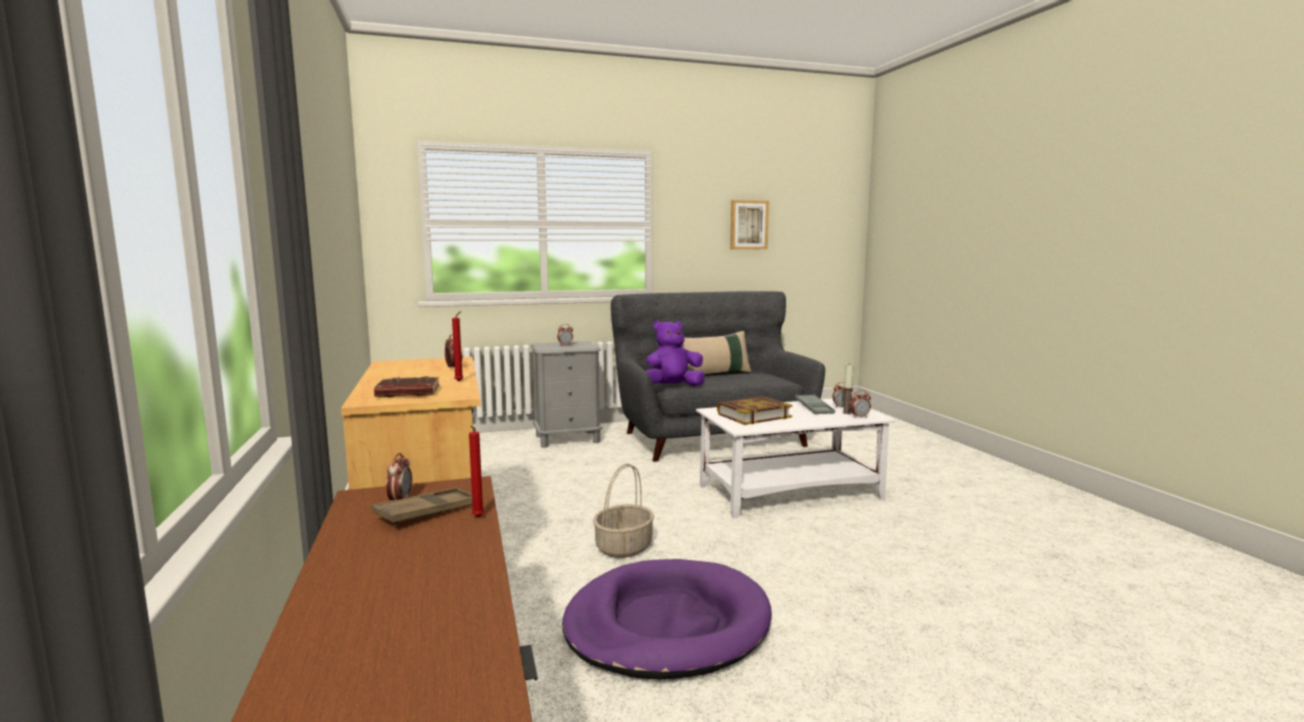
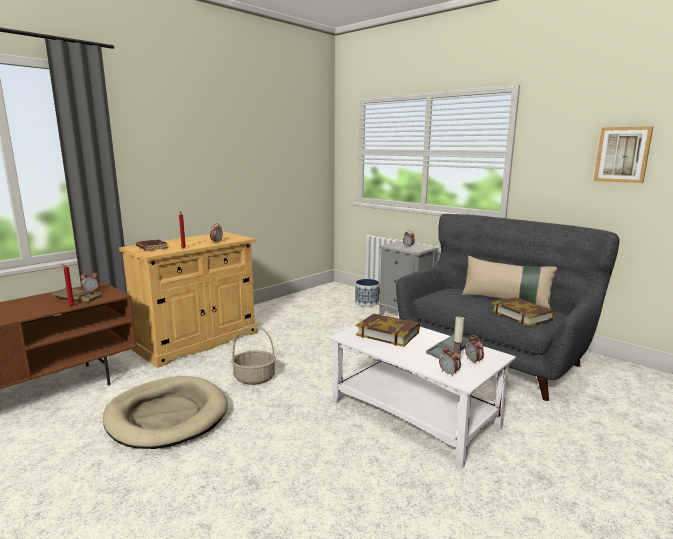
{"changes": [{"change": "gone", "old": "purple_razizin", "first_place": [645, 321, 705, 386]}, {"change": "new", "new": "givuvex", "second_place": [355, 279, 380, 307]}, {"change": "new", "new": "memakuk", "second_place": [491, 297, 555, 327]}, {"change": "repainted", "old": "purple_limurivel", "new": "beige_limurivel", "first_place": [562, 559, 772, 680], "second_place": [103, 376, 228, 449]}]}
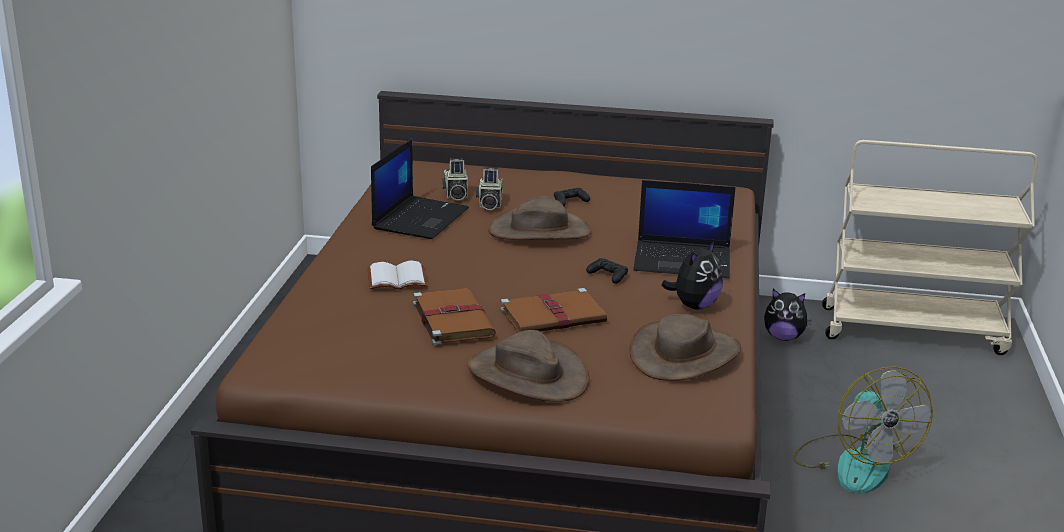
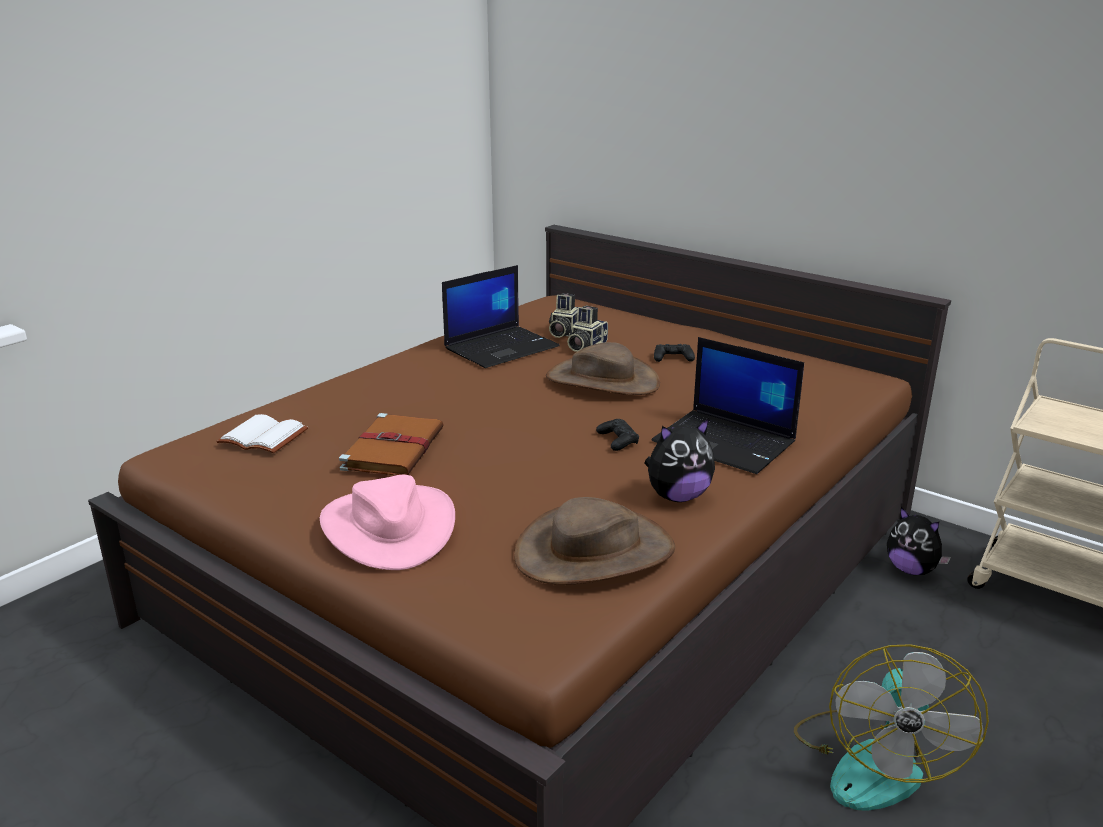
{"changes": [{"change": "gone", "old": "brown_memakuk", "first_place": [500, 288, 607, 332]}, {"change": "shifted", "old": "white_memakuk", "first_place": [367, 261, 428, 290], "second_place": [216, 414, 308, 453]}, {"change": "repainted", "old": "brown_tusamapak", "new": "pink_tusamapak", "first_place": [467, 330, 589, 402], "second_place": [320, 475, 455, 570]}]}
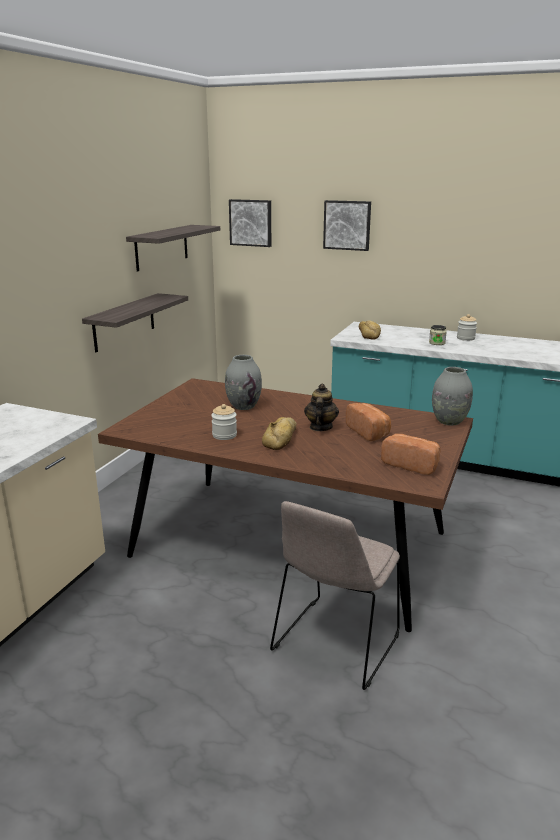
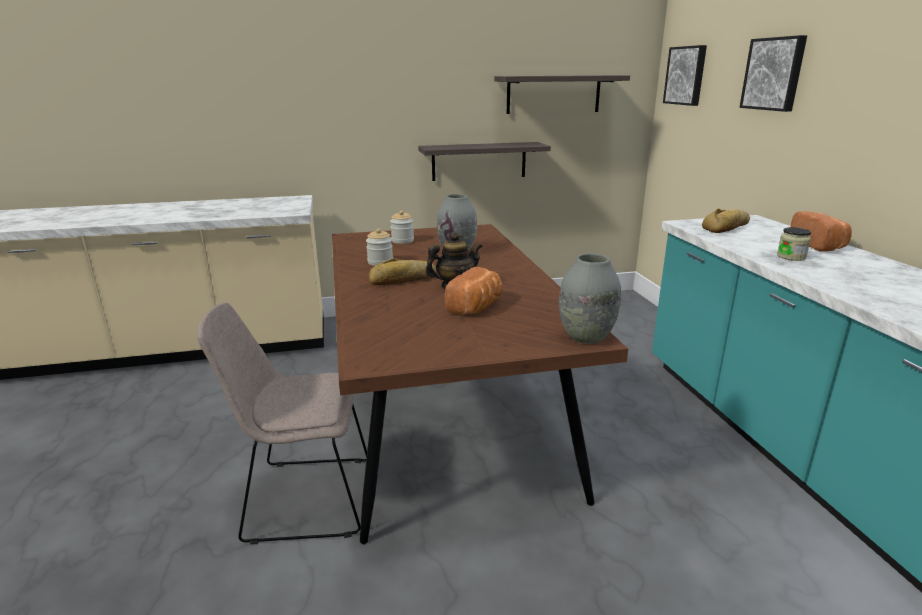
{"changes": [{"change": "shifted", "old": "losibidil", "first_place": [381, 434, 441, 475], "second_place": [791, 211, 852, 252]}, {"change": "shifted", "old": "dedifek", "first_place": [457, 314, 477, 341], "second_place": [390, 210, 414, 244]}]}
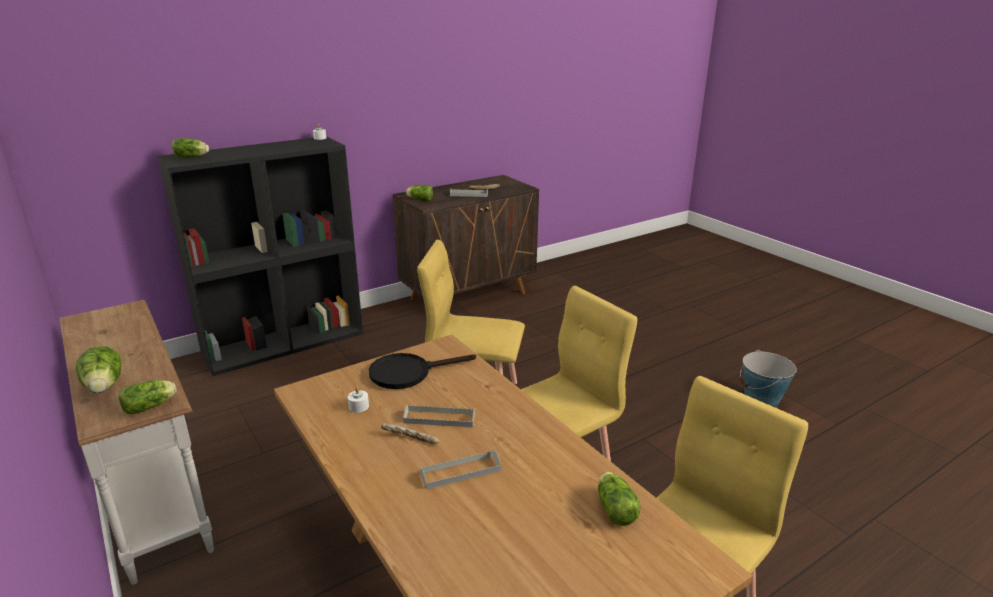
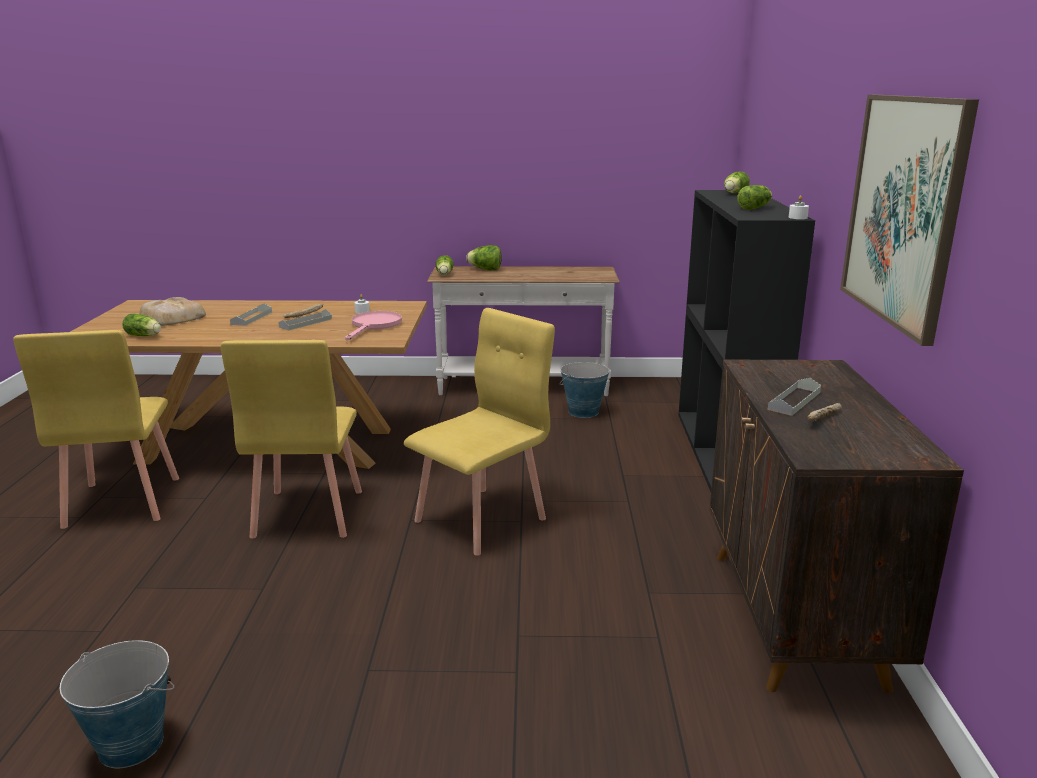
{"changes": [{"change": "new", "new": "losibidil", "second_place": [139, 297, 206, 326]}, {"change": "new", "new": "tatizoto", "second_place": [560, 362, 609, 418]}, {"change": "new", "new": "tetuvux", "second_place": [840, 95, 979, 346]}, {"change": "shifted", "old": "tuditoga", "first_place": [406, 185, 433, 201], "second_place": [737, 185, 772, 210]}, {"change": "repainted", "old": "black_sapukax", "new": "pink_sapukax", "first_place": [369, 353, 476, 389], "second_place": [345, 311, 402, 341]}]}
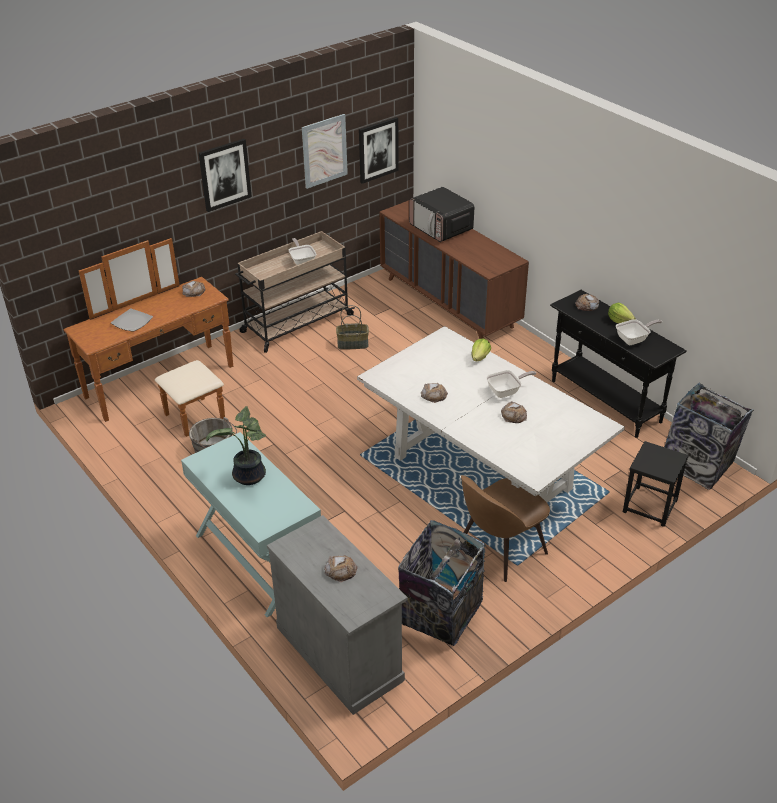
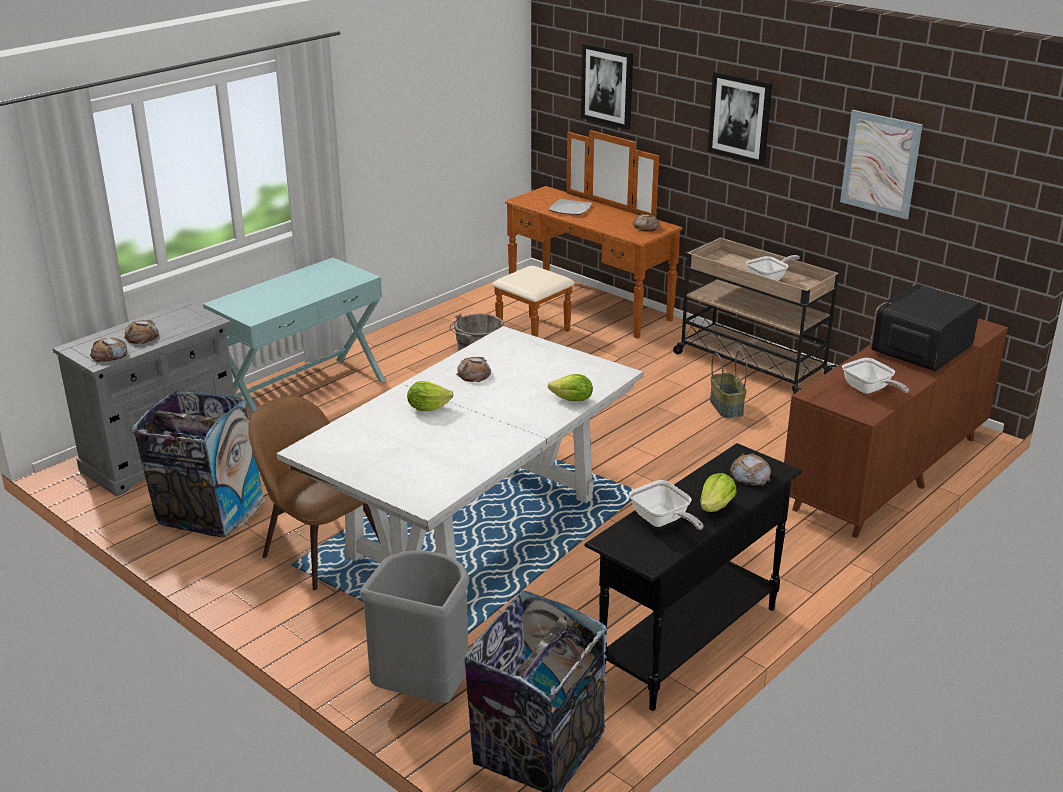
{"changes": [{"change": "gone", "old": "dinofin", "first_place": [206, 406, 266, 485]}, {"change": "new", "new": "tuditoga", "second_place": [407, 381, 454, 411]}, {"change": "shifted", "old": "tetuvux", "first_place": [359, 117, 399, 184], "second_place": [581, 43, 633, 130]}, {"change": "shifted", "old": "sapukax", "first_place": [486, 370, 536, 398], "second_place": [842, 358, 909, 394]}, {"change": "shifted", "old": "losibidil", "first_place": [501, 401, 527, 423], "second_place": [90, 337, 127, 362]}, {"change": "swapped", "old": "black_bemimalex", "new": "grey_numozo", "first_place": [623, 441, 689, 527], "second_place": [360, 550, 469, 704]}]}
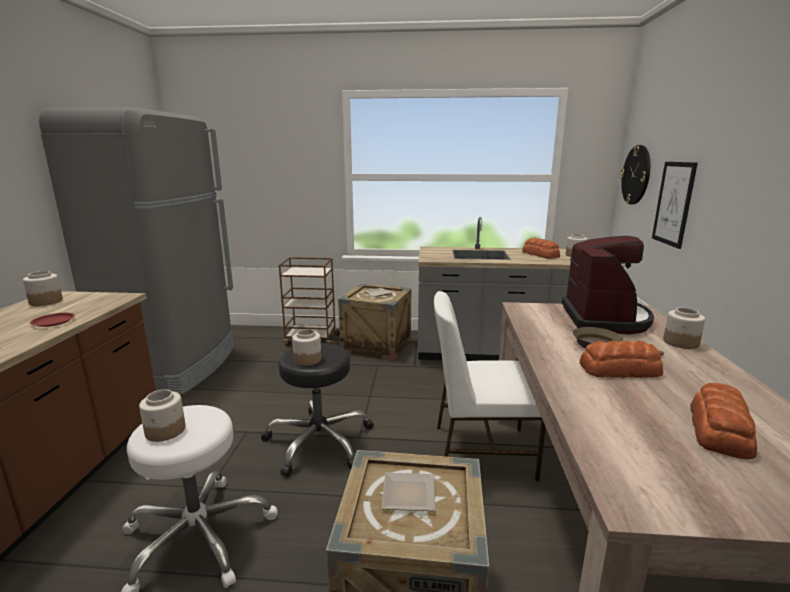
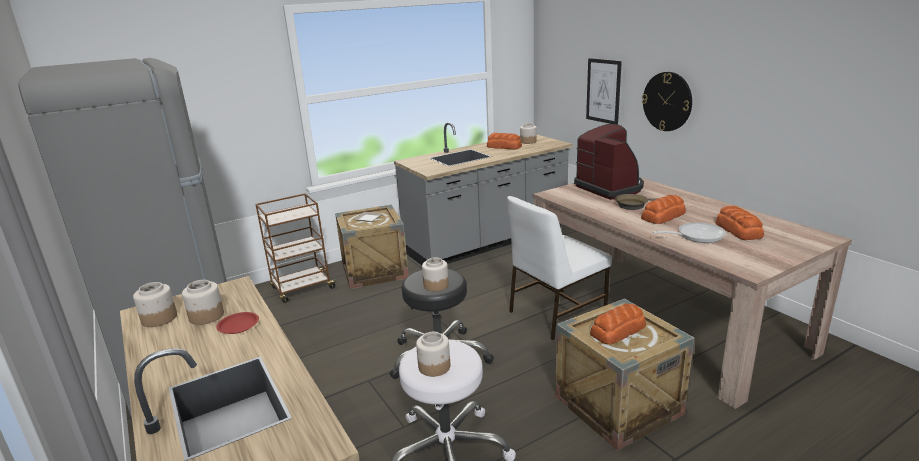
{"changes": [{"change": "new", "new": "sapukax", "second_place": [652, 222, 726, 243]}, {"change": "shifted", "old": "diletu", "first_place": [620, 145, 650, 205], "second_place": [642, 72, 692, 131]}, {"change": "shifted", "old": "dedifek", "first_place": [663, 307, 705, 349], "second_place": [182, 280, 224, 325]}, {"change": "swapped", "old": "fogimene", "new": "losibidil", "first_place": [382, 473, 436, 511], "second_place": [590, 303, 646, 344]}]}
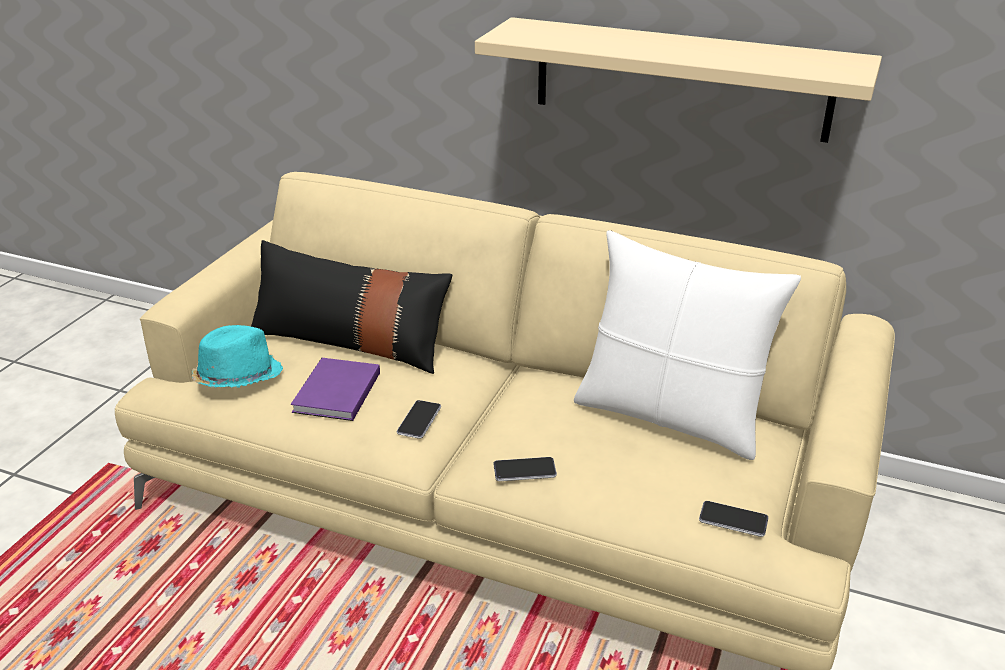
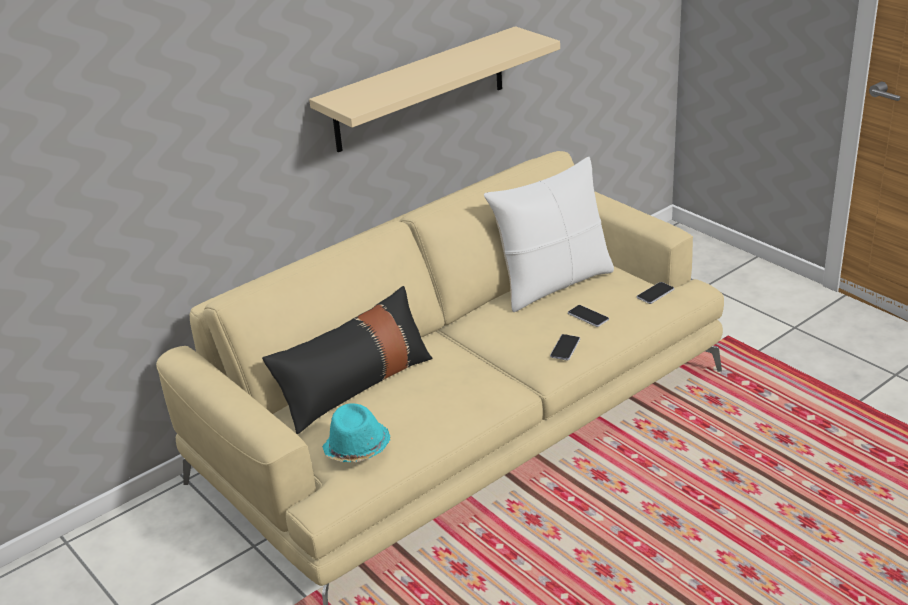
{"changes": [{"change": "gone", "old": "purple_memakuk", "first_place": [291, 358, 380, 421]}, {"change": "shifted", "old": "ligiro", "first_place": [397, 400, 441, 439], "second_place": [568, 305, 609, 327]}]}
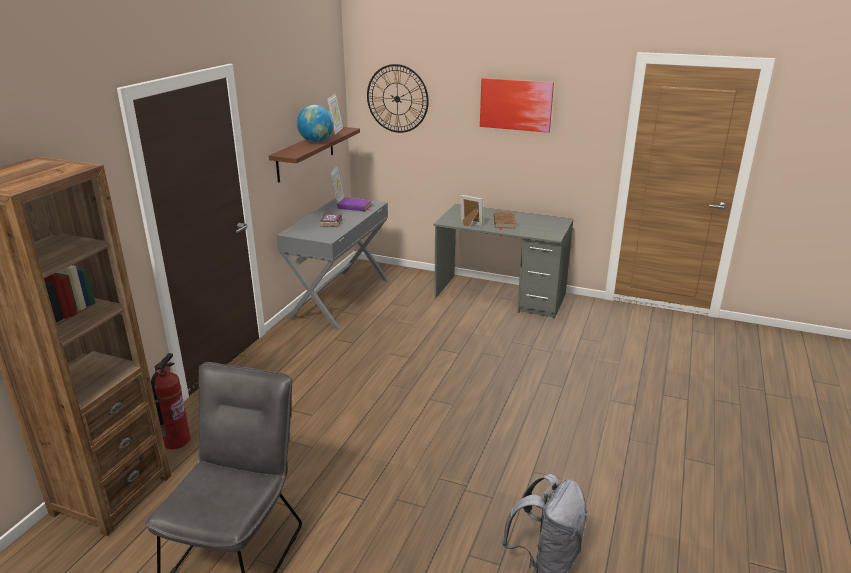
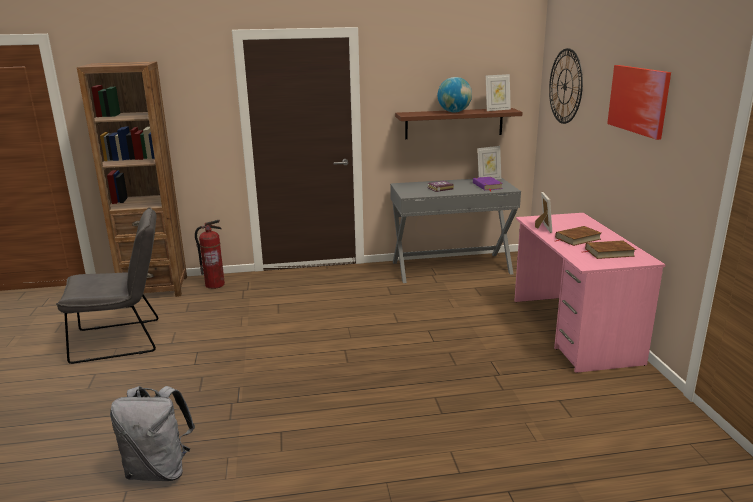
{"changes": [{"change": "new", "new": "brown_memakuk", "second_place": [585, 240, 636, 259]}, {"change": "repainted", "old": "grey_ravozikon", "new": "pink_ravozikon", "first_place": [433, 204, 574, 319], "second_place": [514, 213, 666, 373]}]}
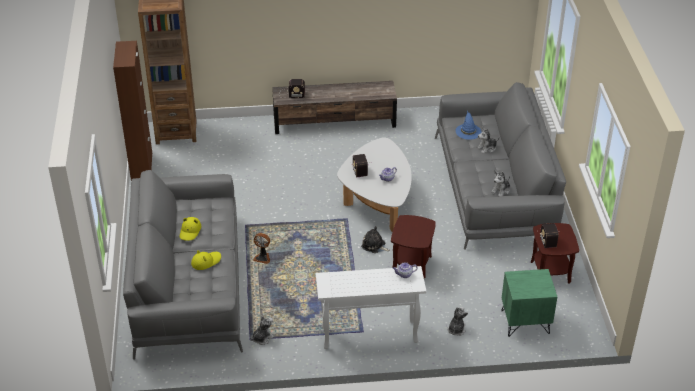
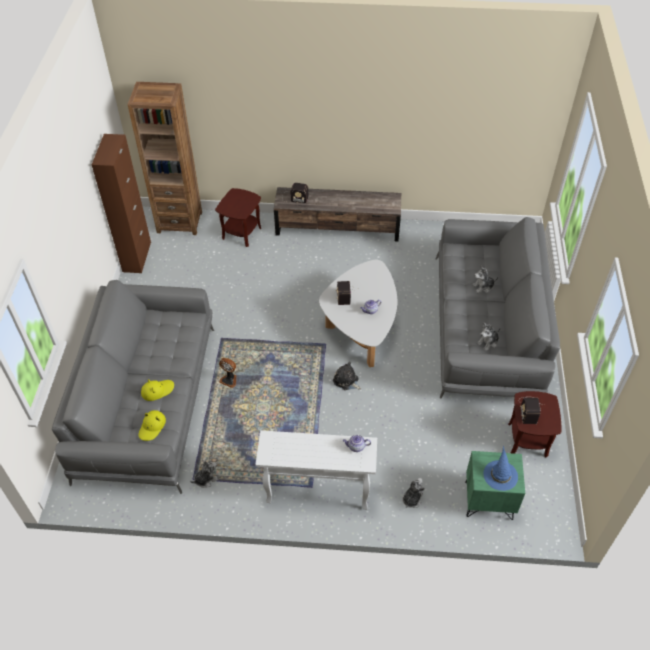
{"changes": [{"change": "shifted", "old": "yellow_tusamapak", "first_place": [180, 217, 201, 241], "second_place": [138, 410, 166, 441]}, {"change": "shifted", "old": "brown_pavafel", "first_place": [391, 215, 436, 278], "second_place": [215, 188, 261, 247]}, {"change": "shifted", "old": "blue_tusamapak", "first_place": [456, 110, 482, 139], "second_place": [484, 445, 518, 491]}]}
